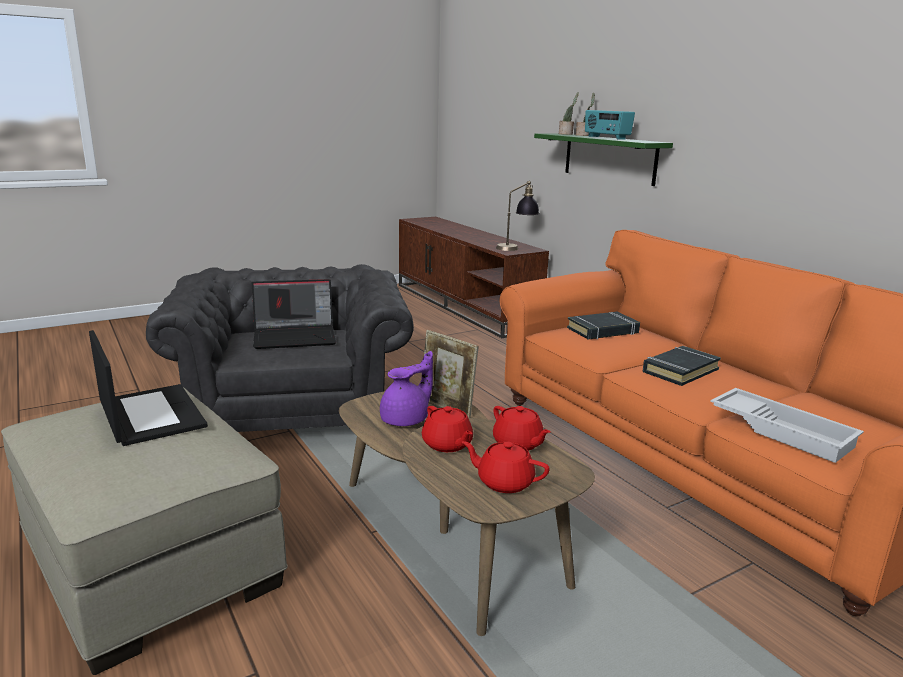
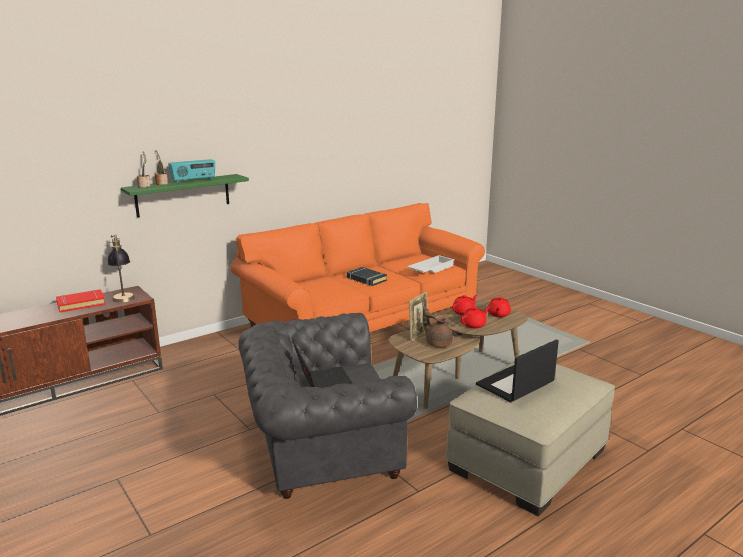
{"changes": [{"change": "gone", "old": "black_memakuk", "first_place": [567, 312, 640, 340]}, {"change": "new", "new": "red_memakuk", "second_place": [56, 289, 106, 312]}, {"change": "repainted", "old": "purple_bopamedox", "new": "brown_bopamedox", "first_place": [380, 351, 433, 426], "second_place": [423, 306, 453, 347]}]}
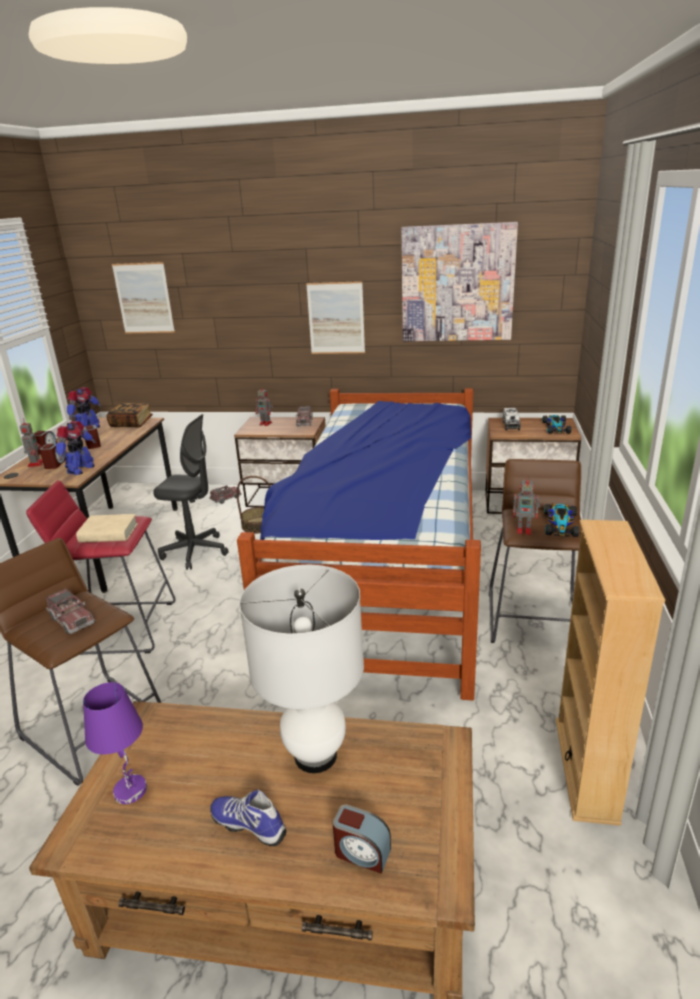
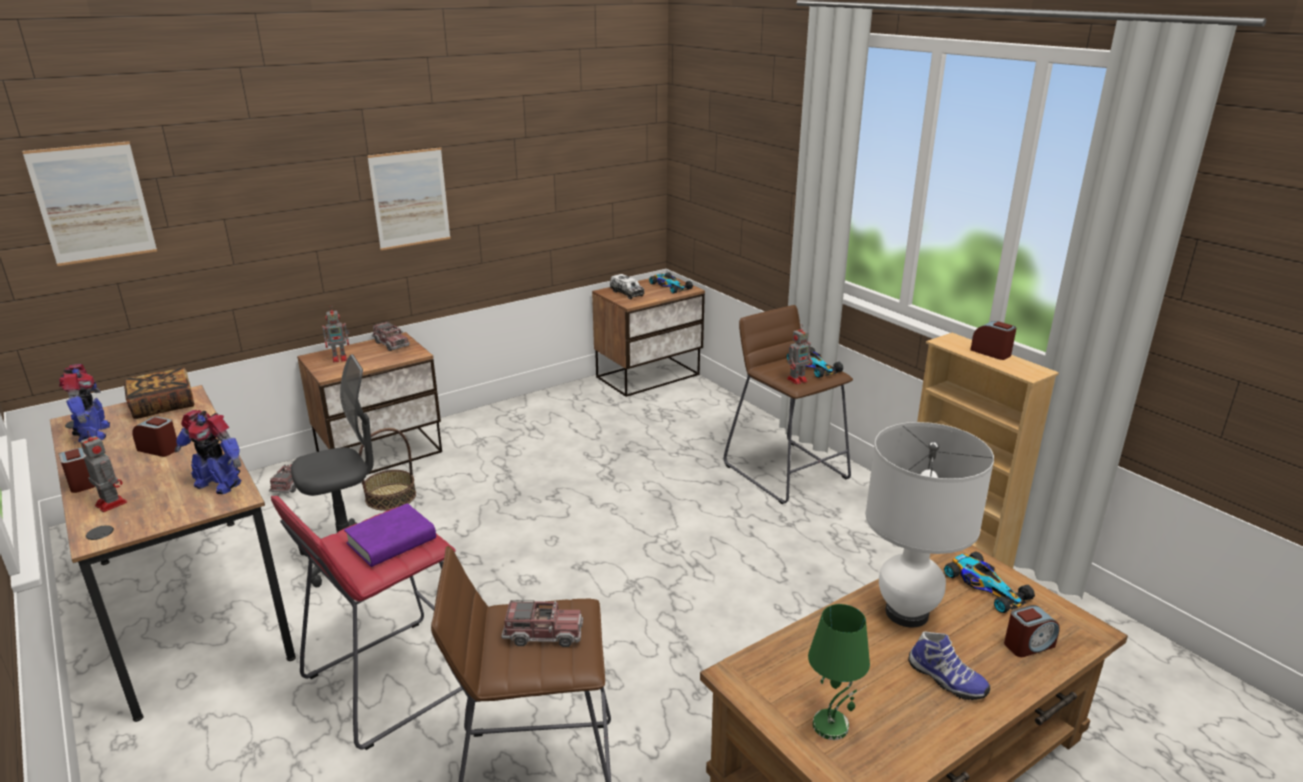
{"changes": [{"change": "gone", "old": "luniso", "first_place": [237, 388, 481, 701]}, {"change": "gone", "old": "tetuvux", "first_place": [401, 222, 518, 341]}, {"change": "new", "new": "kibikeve", "second_place": [944, 551, 1035, 613]}, {"change": "shifted", "old": "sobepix", "first_place": [40, 444, 66, 469], "second_place": [970, 321, 1017, 360]}, {"change": "repainted", "old": "beige_memakuk", "new": "purple_memakuk", "first_place": [76, 514, 138, 543], "second_place": [344, 503, 436, 567]}, {"change": "repainted", "old": "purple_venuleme", "new": "green_venuleme", "first_place": [83, 682, 147, 804], "second_place": [808, 604, 870, 740]}, {"change": "rotated", "old": "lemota", "first_place": [56, 421, 96, 475], "second_place": [175, 410, 241, 494], "degrees": 135}, {"change": "rotated", "old": "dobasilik", "first_place": [210, 789, 286, 846], "second_place": [908, 632, 990, 700], "degrees": -120}]}
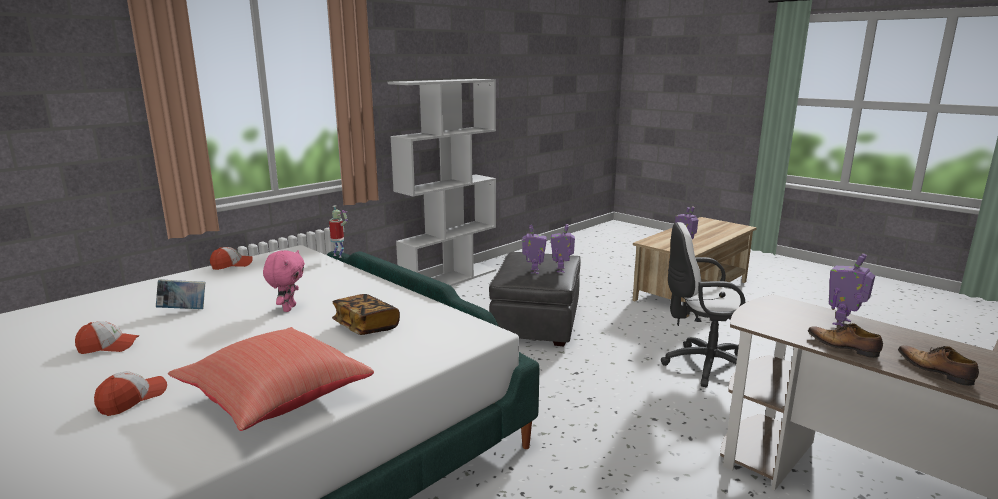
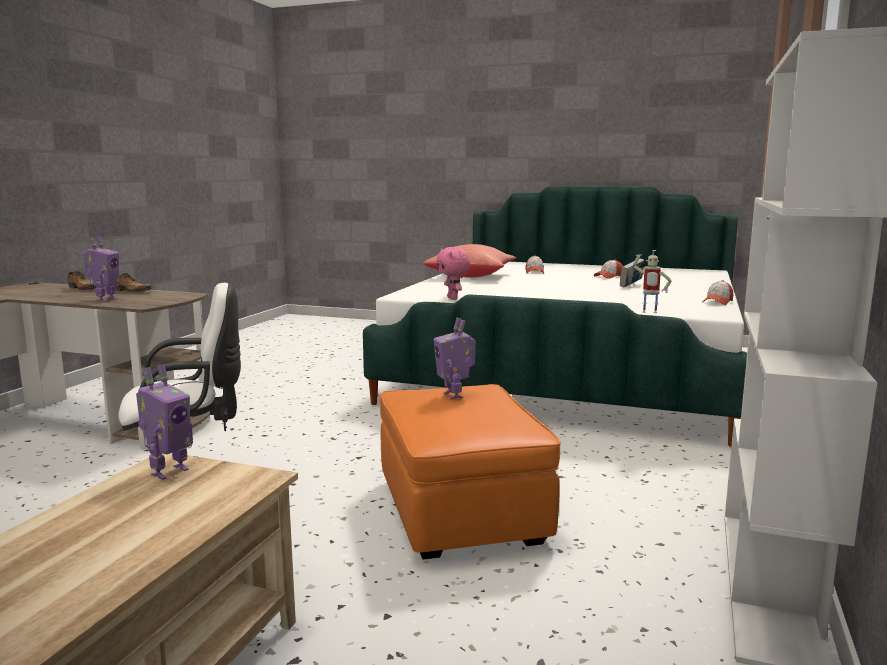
{"changes": [{"change": "gone", "old": "memakuk", "first_place": [332, 294, 400, 335]}, {"change": "gone", "old": "lemota", "first_place": [551, 224, 575, 273]}, {"change": "shifted", "old": "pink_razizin", "first_place": [263, 250, 305, 312], "second_place": [437, 247, 470, 300]}, {"change": "repainted", "old": "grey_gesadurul", "new": "orange_gesadurul", "first_place": [489, 252, 581, 346], "second_place": [380, 384, 561, 559]}]}
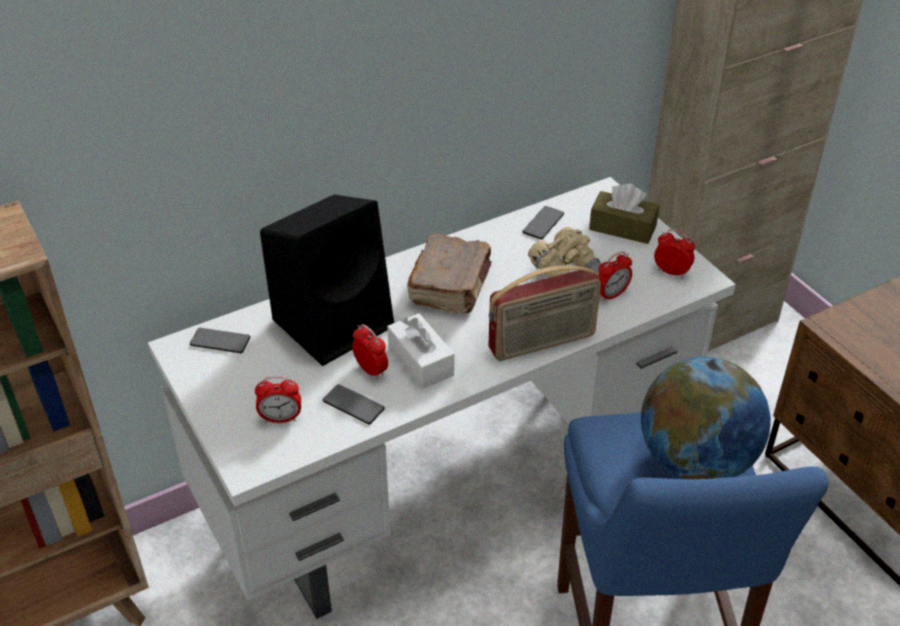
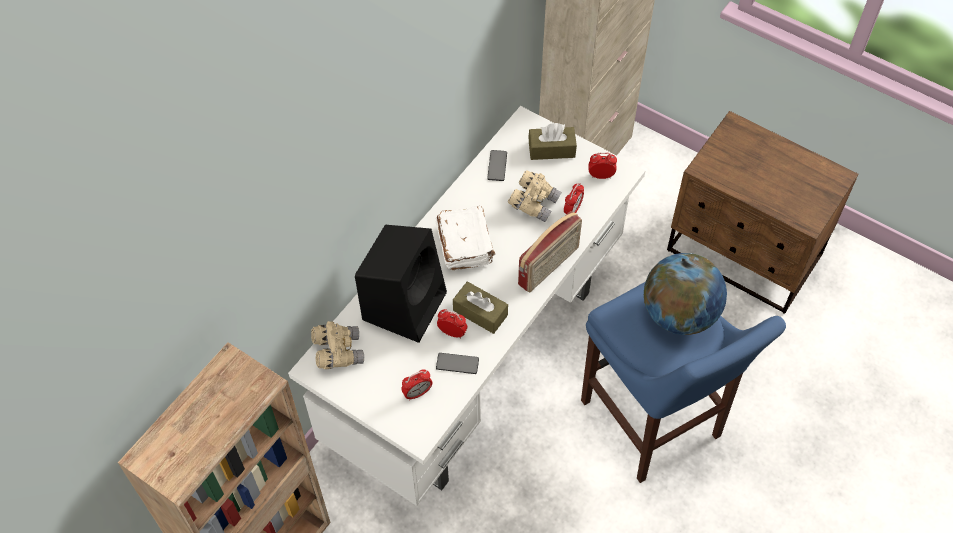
{"changes": [{"change": "swapped", "old": "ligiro", "new": "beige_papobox", "first_place": [190, 328, 250, 353], "second_place": [311, 321, 364, 369]}, {"change": "repainted", "old": "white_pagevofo", "new": "brown_pagevofo", "first_place": [387, 313, 454, 389], "second_place": [453, 281, 508, 334]}, {"change": "repainted", "old": "brown_memakuk", "new": "white_memakuk", "first_place": [407, 233, 491, 314], "second_place": [436, 206, 495, 270]}]}
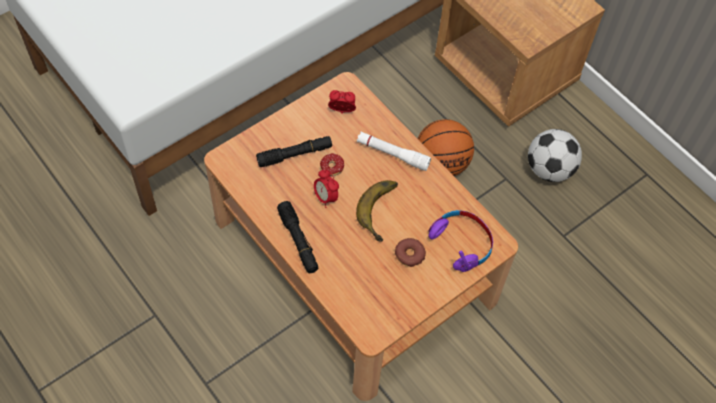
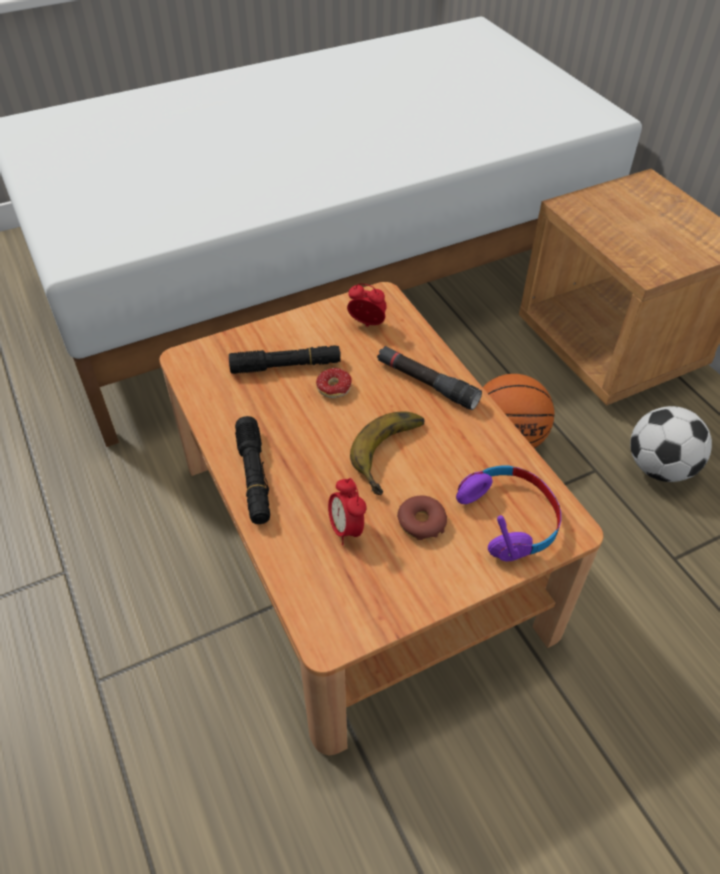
{"changes": [{"change": "shifted", "old": "sobepix", "first_place": [314, 170, 339, 208], "second_place": [328, 478, 367, 545]}, {"change": "repainted", "old": "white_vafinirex", "new": "black_vafinirex", "first_place": [357, 132, 431, 171], "second_place": [377, 346, 482, 410]}]}
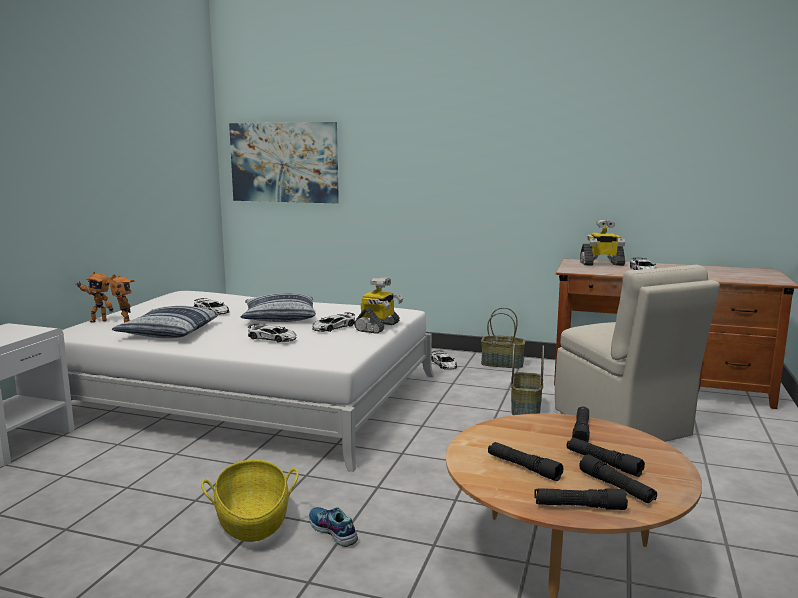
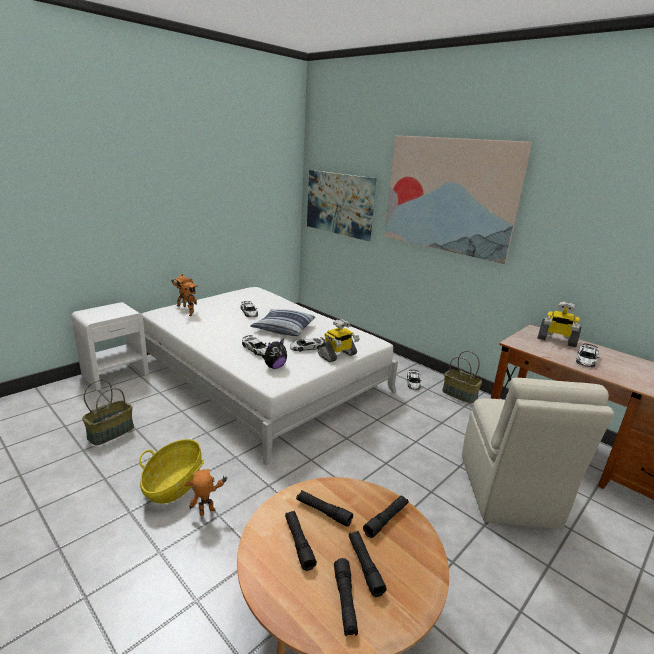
{"changes": [{"change": "gone", "old": "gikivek", "first_place": [112, 306, 219, 338]}, {"change": "new", "new": "razizin", "second_place": [262, 339, 287, 369]}, {"change": "new", "new": "tetuvux", "second_place": [385, 135, 532, 264]}, {"change": "shifted", "old": "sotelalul", "first_place": [511, 344, 544, 415], "second_place": [82, 380, 134, 445]}, {"change": "shifted", "old": "black_vafinirex", "first_place": [534, 488, 628, 510], "second_place": [296, 490, 353, 527]}, {"change": "swapped", "old": "dobasilik", "new": "lemota", "first_place": [309, 507, 358, 547], "second_place": [185, 469, 228, 516]}]}
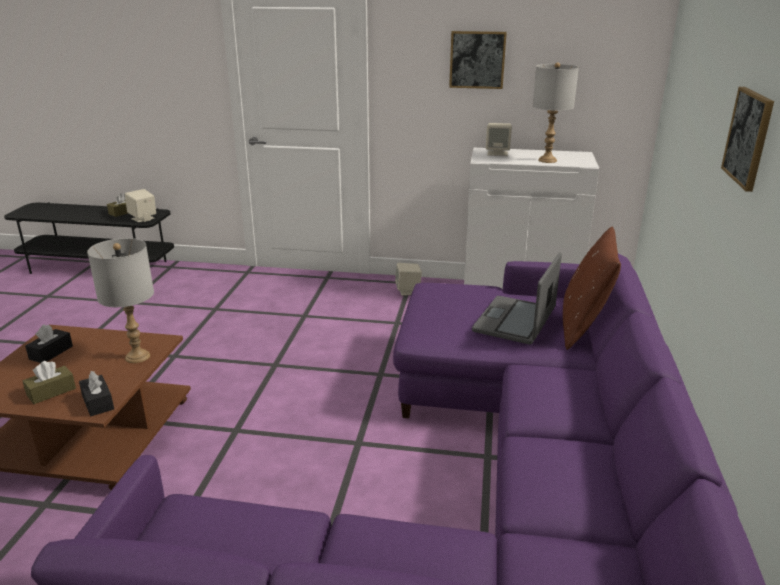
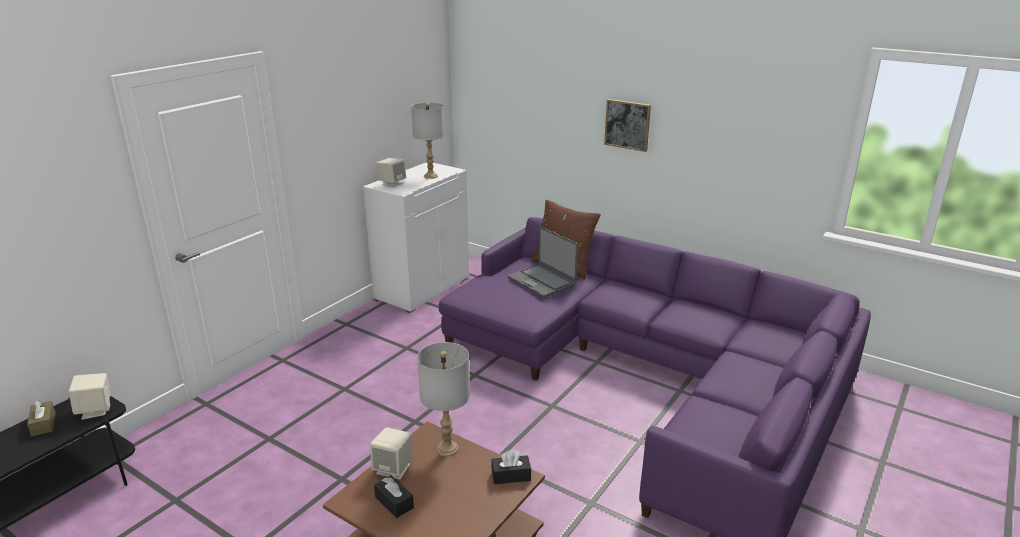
{"changes": [{"change": "gone", "old": "brown_pagevofo", "first_place": [23, 361, 76, 404]}, {"change": "gone", "old": "tetuvux", "first_place": [449, 31, 507, 89]}, {"change": "shifted", "old": "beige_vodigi", "first_place": [395, 263, 422, 296], "second_place": [370, 427, 413, 480]}]}
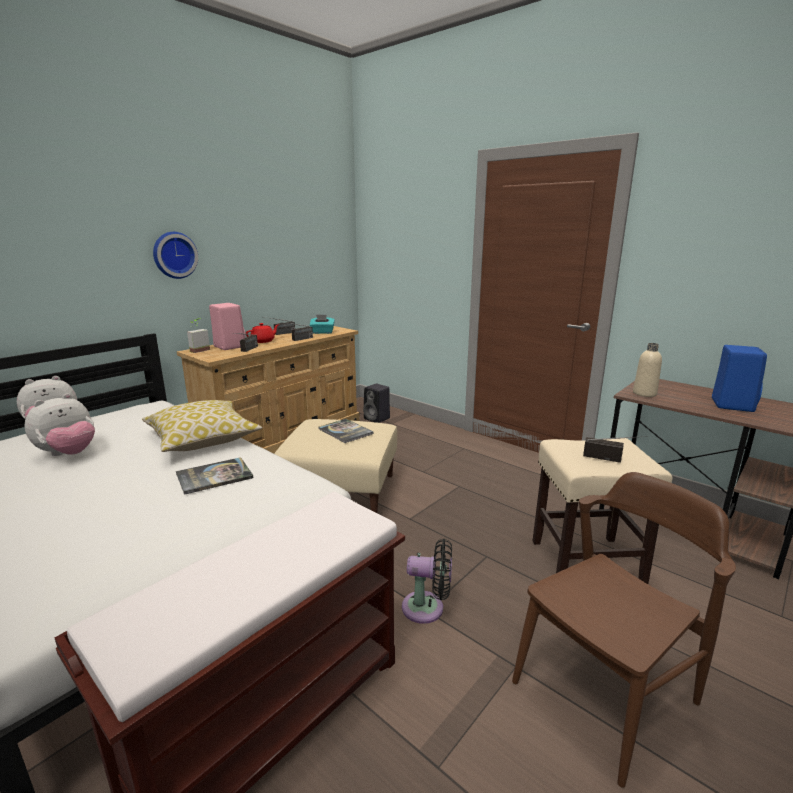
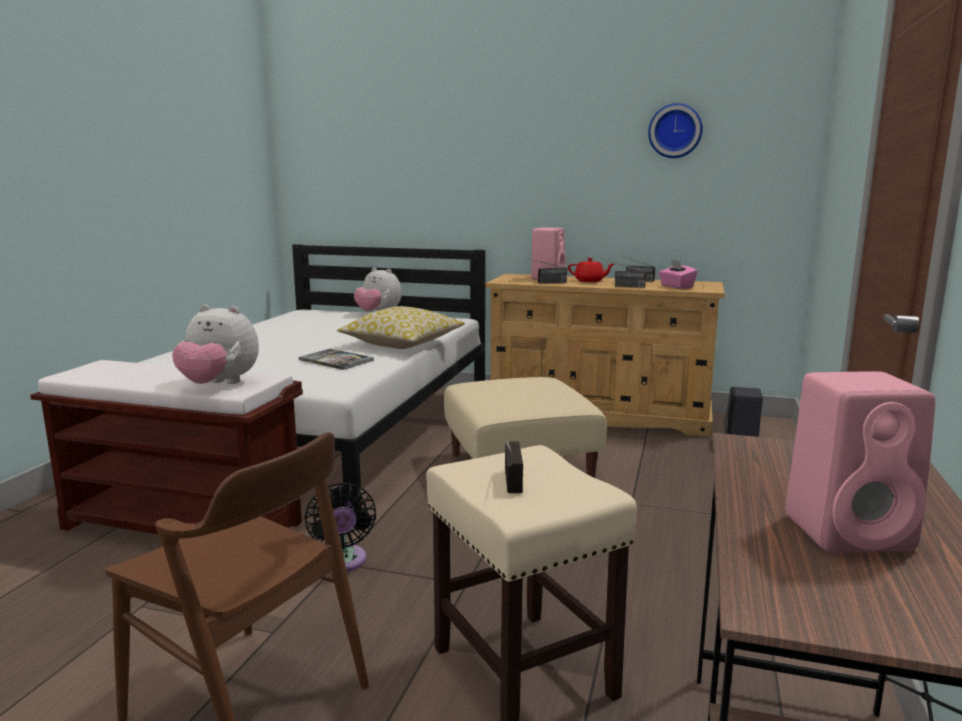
{"changes": [{"change": "gone", "old": "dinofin", "first_place": [187, 318, 210, 353]}, {"change": "gone", "old": "memakuk", "first_place": [318, 419, 374, 443]}, {"change": "gone", "old": "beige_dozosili", "first_place": [633, 343, 662, 397]}, {"change": "shifted", "old": "razizin", "first_place": [25, 394, 95, 456], "second_place": [172, 304, 259, 384]}, {"change": "shifted", "old": "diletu", "first_place": [153, 232, 198, 279], "second_place": [648, 103, 703, 158]}, {"change": "repainted", "old": "turquoise_pagevofo", "new": "pink_pagevofo", "first_place": [310, 315, 335, 334], "second_place": [659, 260, 698, 289]}, {"change": "repainted", "old": "blue_vodigi", "new": "pink_vodigi", "first_place": [712, 345, 767, 412], "second_place": [785, 371, 936, 553]}]}
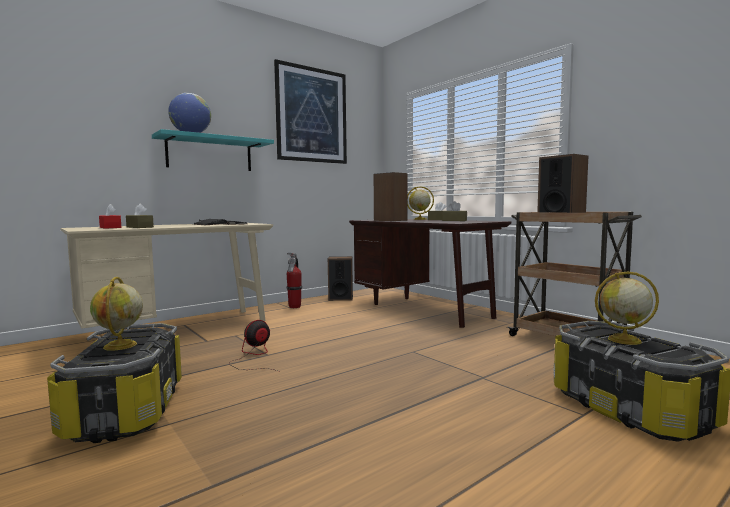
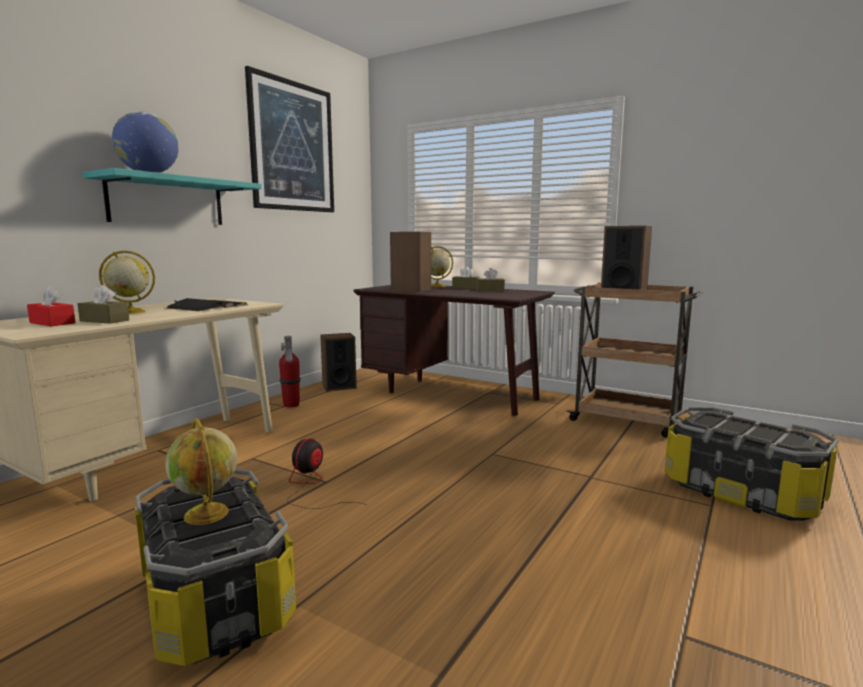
{"changes": [{"change": "shifted", "old": "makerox", "first_place": [595, 272, 659, 345], "second_place": [99, 251, 155, 314]}]}
